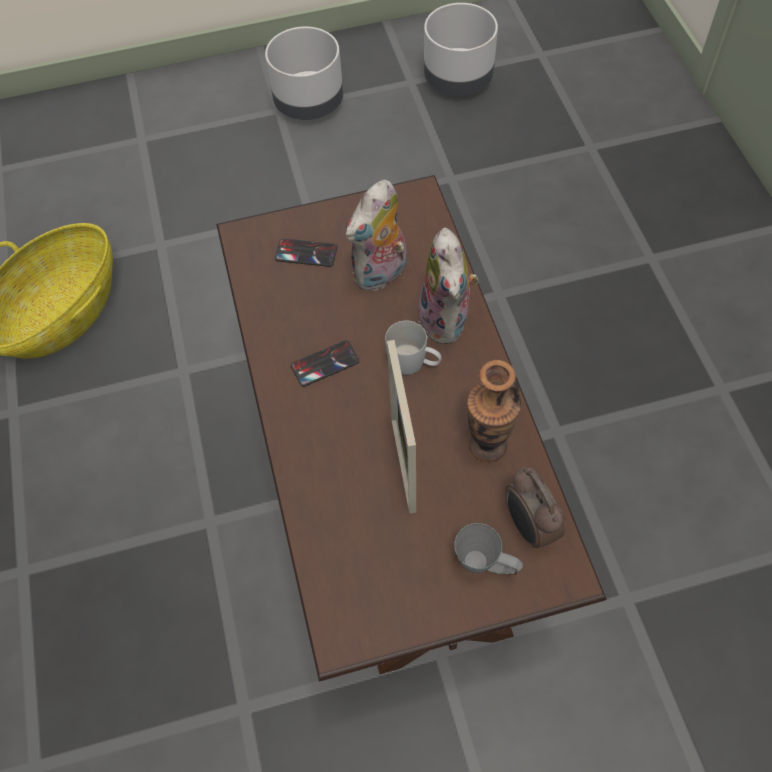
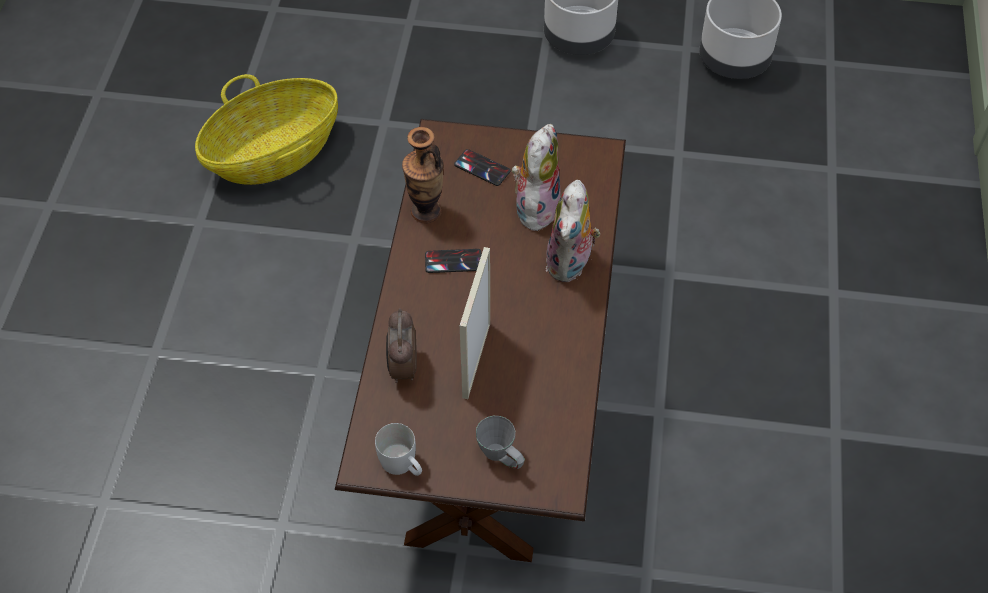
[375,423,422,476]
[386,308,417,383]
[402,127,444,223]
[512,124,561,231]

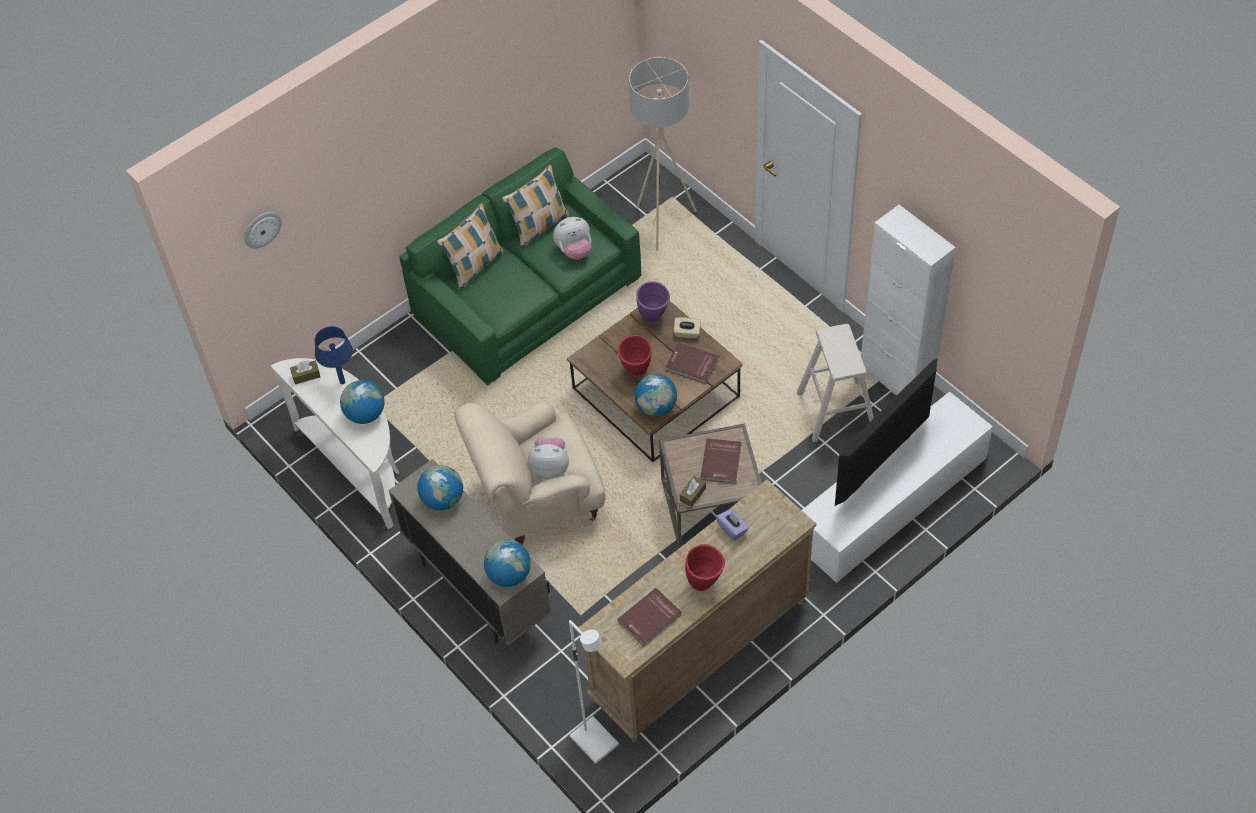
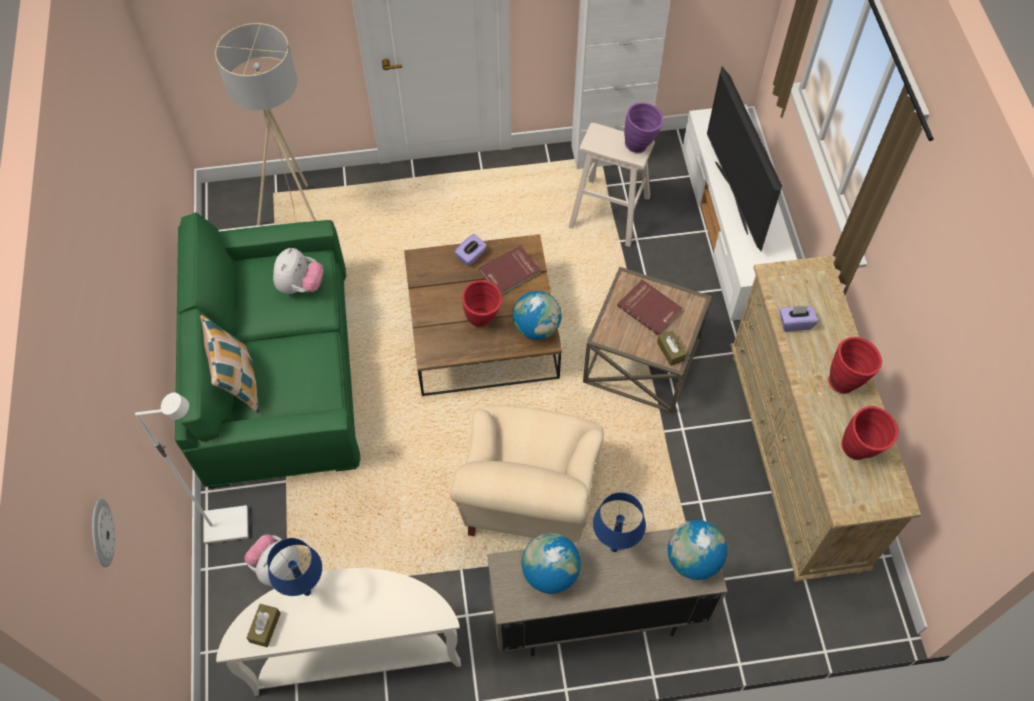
[135,392,248,544]
[244,534,299,586]
[455,234,487,266]
[593,492,646,552]
[624,102,664,153]
[841,406,899,460]
[340,380,384,424] (first image)
[502,165,569,249] (first image)

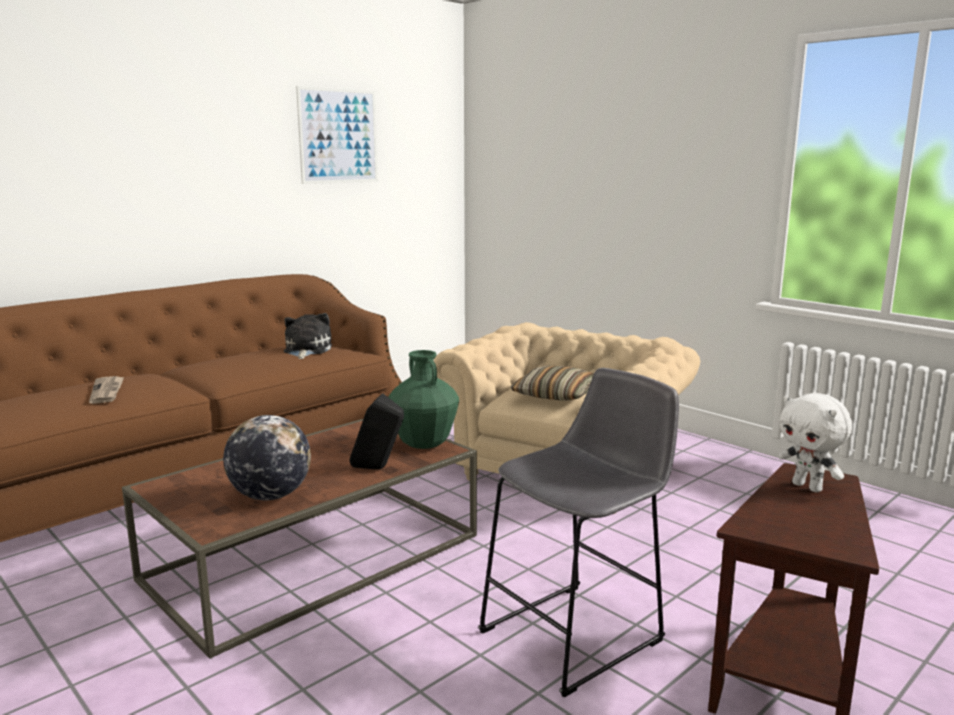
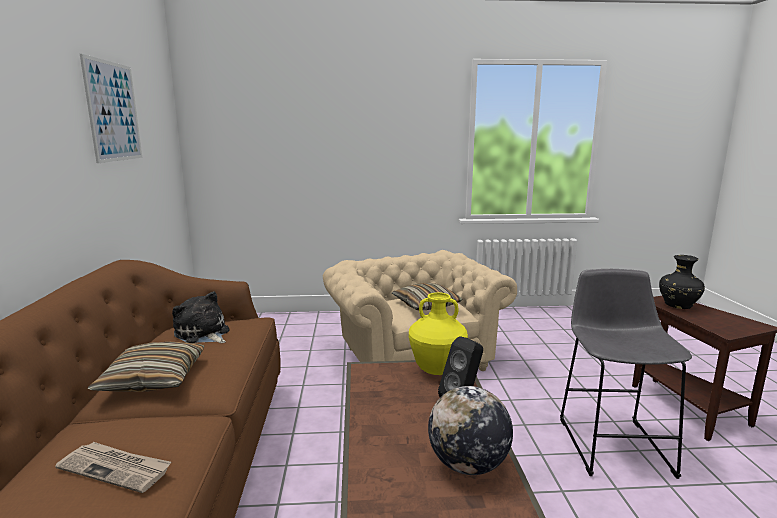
[88,341,204,392]
[409,292,468,375]
[659,255,705,309]

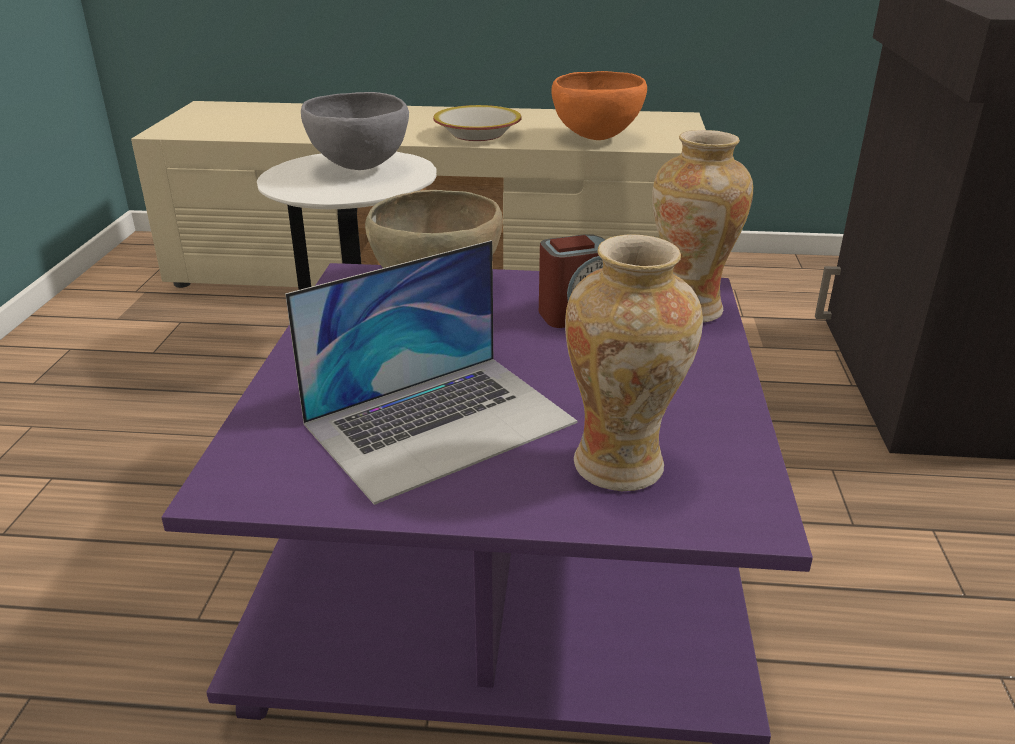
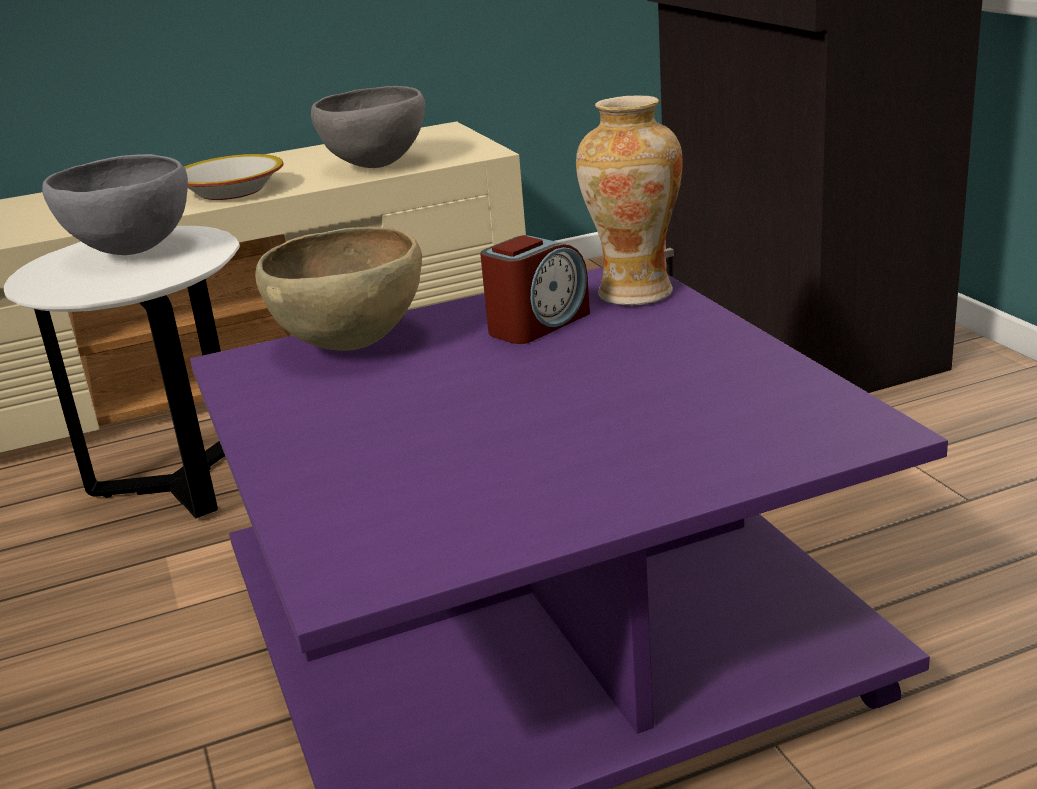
[311,86,425,168]
[285,240,577,505] (first image)
[565,235,703,491] (first image)

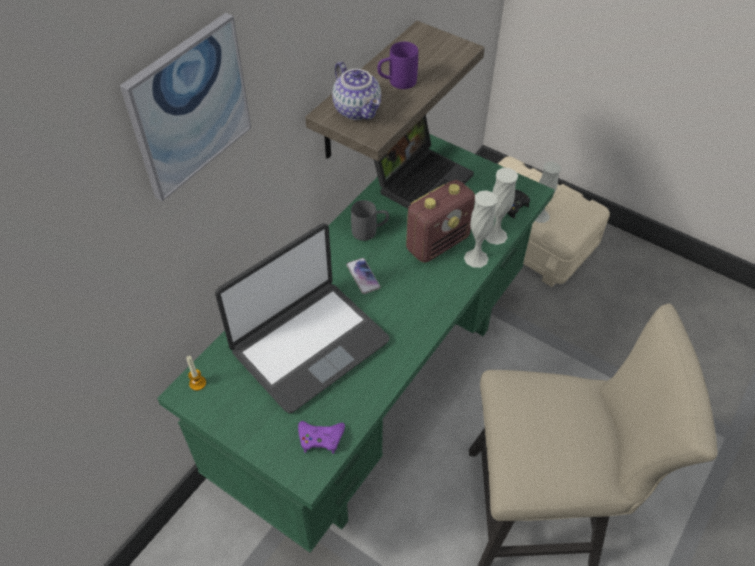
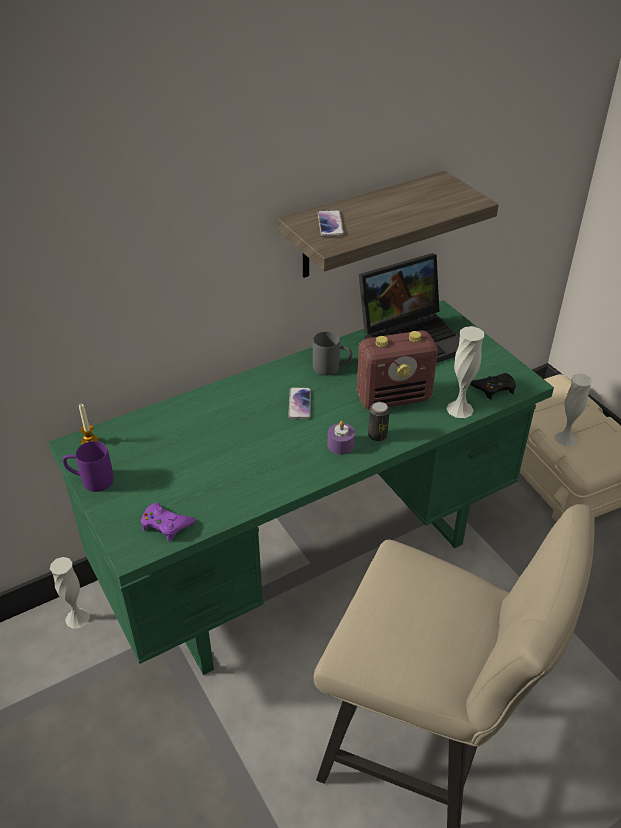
[50,557,90,629]
[63,441,114,492]
[318,210,344,236]
[328,421,355,455]
[368,402,390,441]
[120,13,251,201] (first image)
[215,223,390,414] (first image)

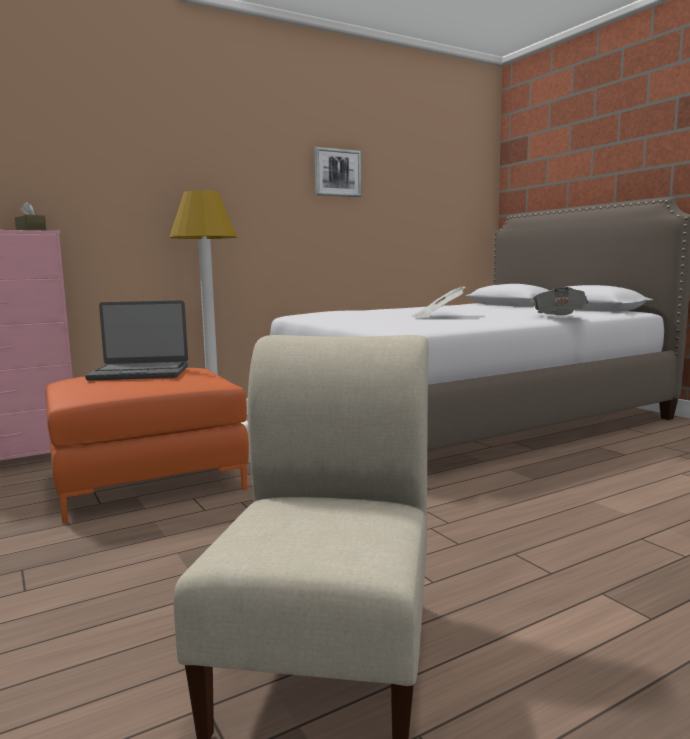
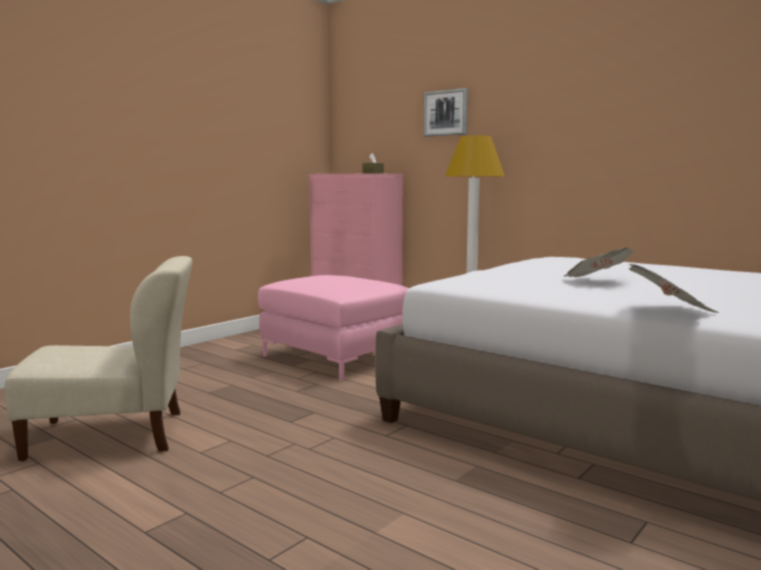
[258,275,409,381]
[423,88,468,137]
[85,300,188,381] (first image)

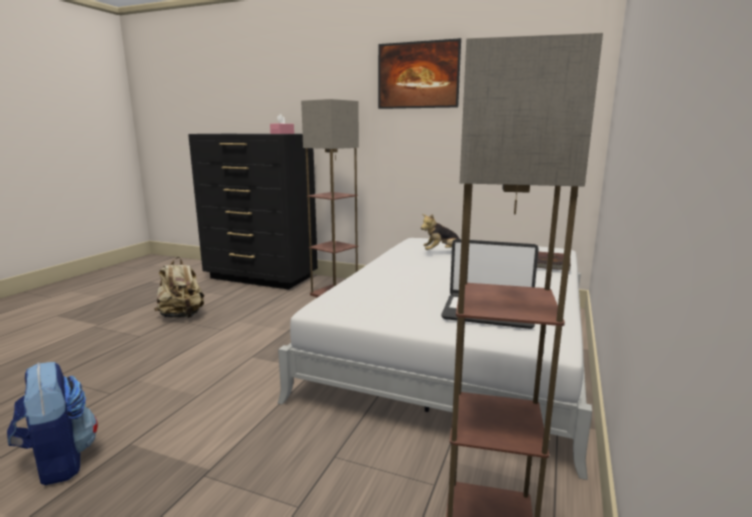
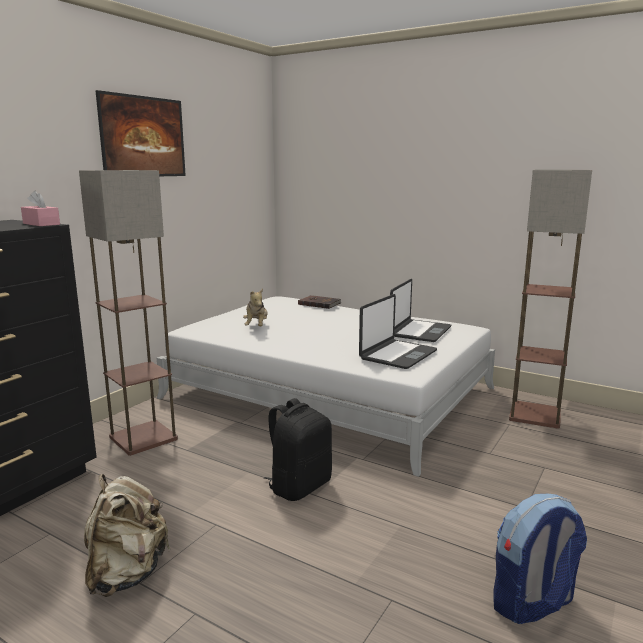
[264,398,332,501]
[359,294,437,369]

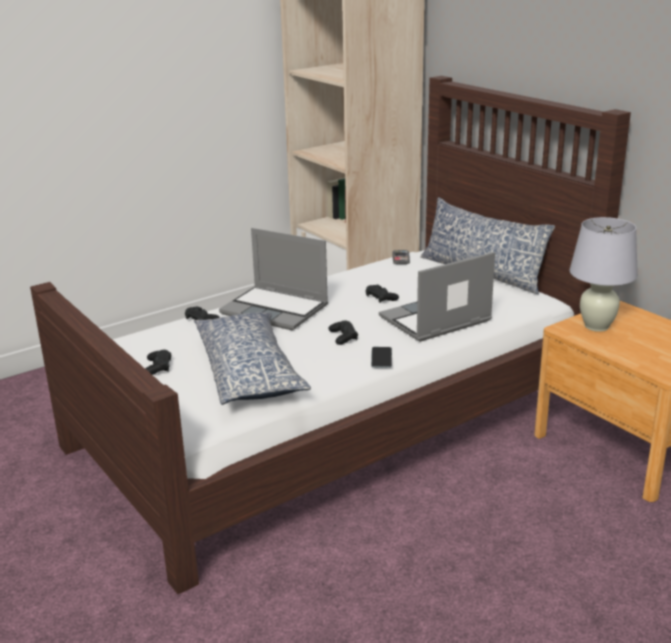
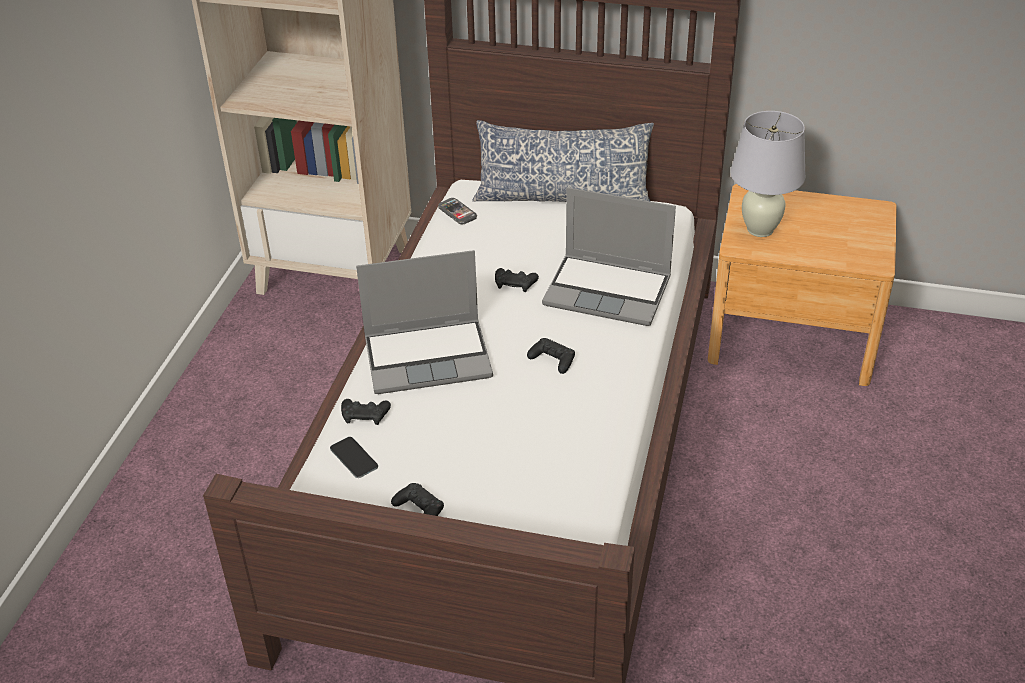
[330,437,378,478]
[542,187,676,326]
[194,312,311,405] (first image)

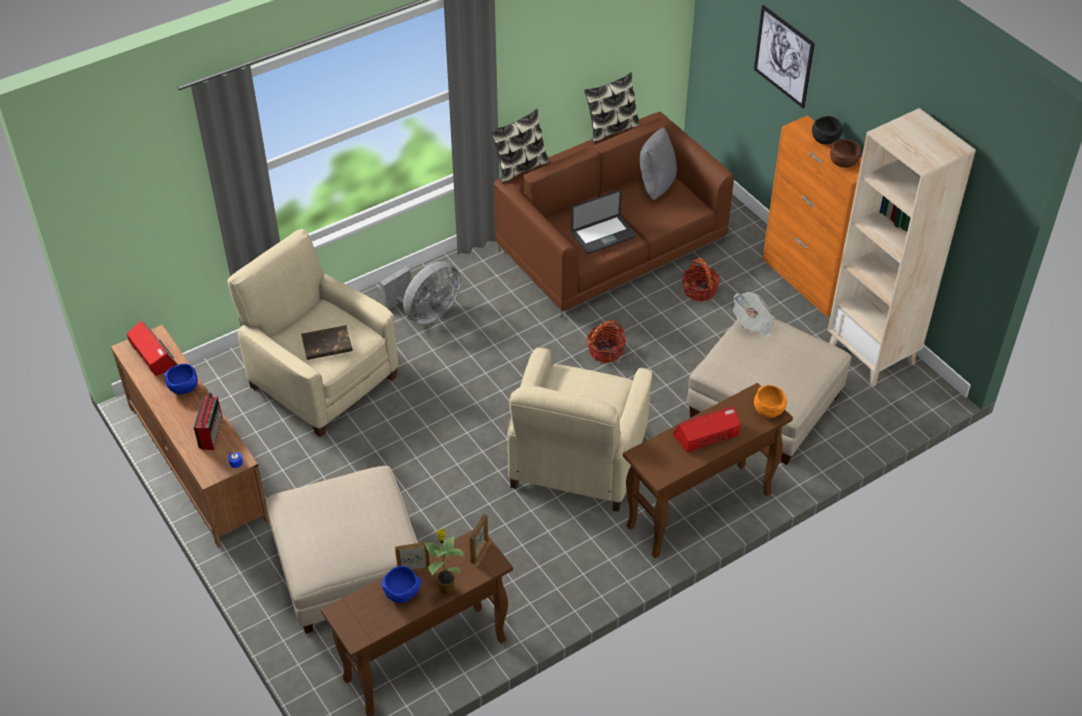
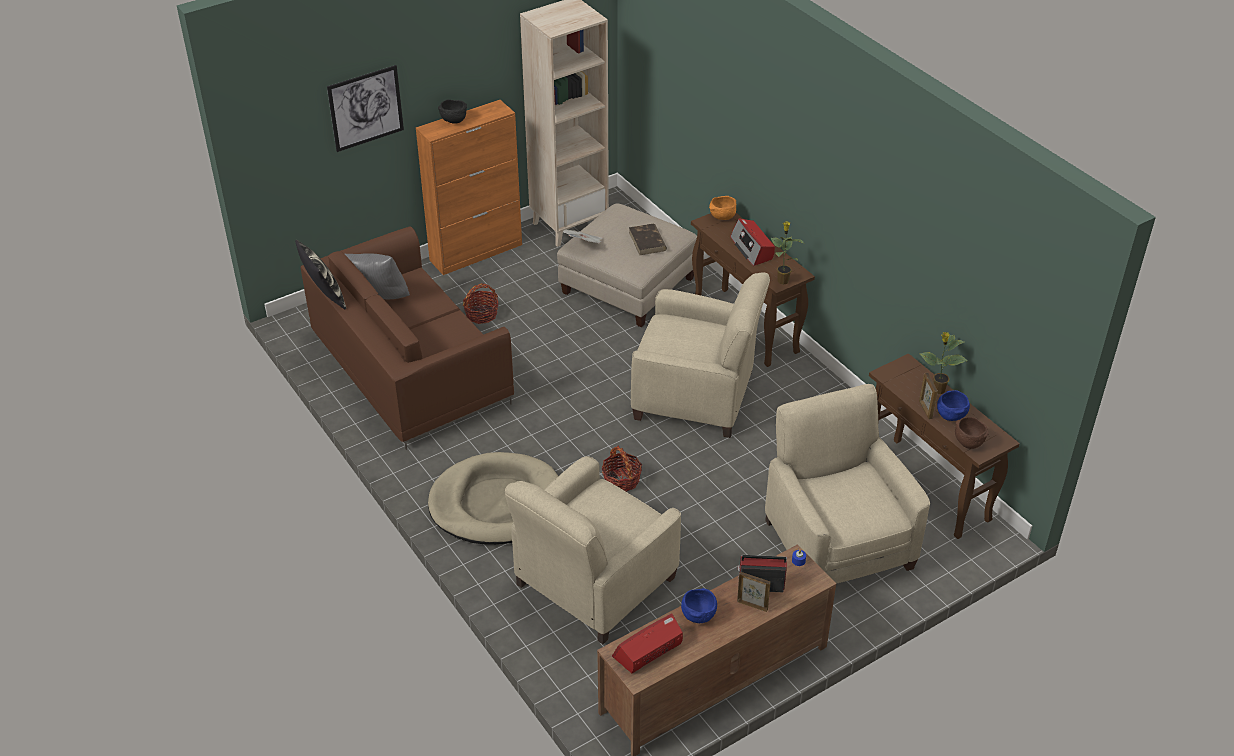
[428,452,558,545]
[601,445,642,492]
[629,224,667,255]
[737,572,771,612]
[765,384,930,584]
[771,222,803,285]
[955,417,989,449]
[491,109,549,184] (first image)
[571,190,636,254] (first image)

